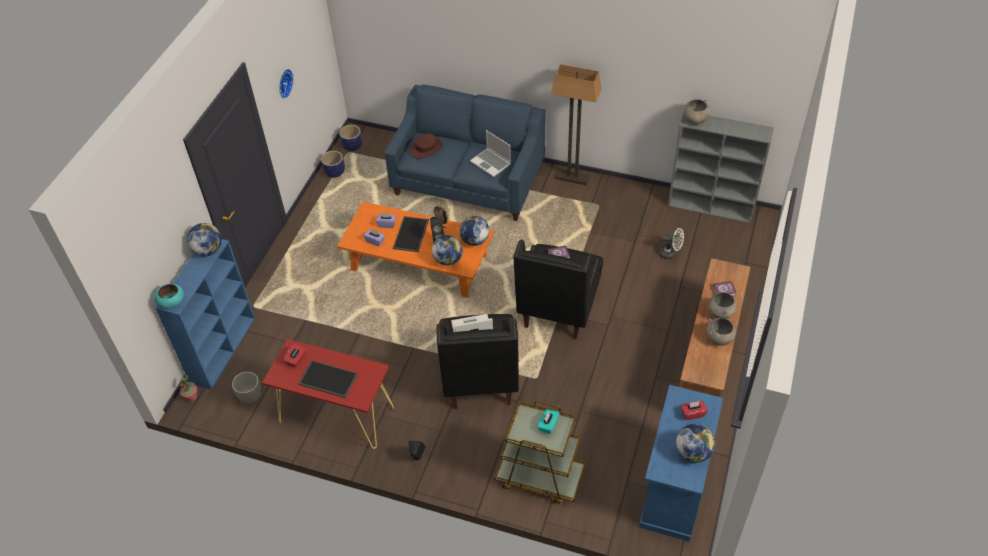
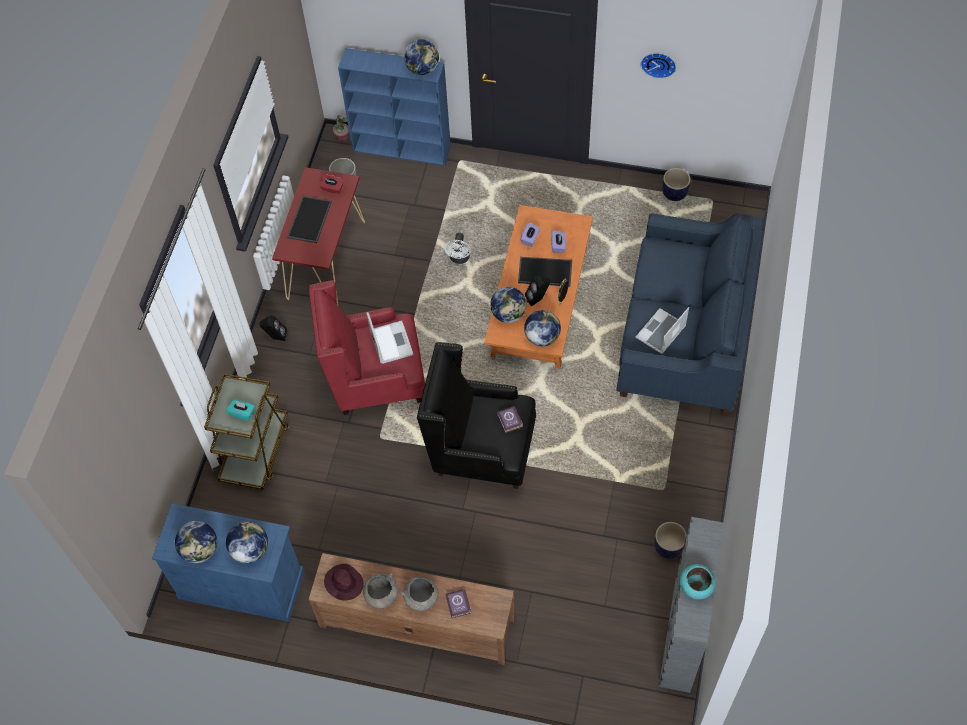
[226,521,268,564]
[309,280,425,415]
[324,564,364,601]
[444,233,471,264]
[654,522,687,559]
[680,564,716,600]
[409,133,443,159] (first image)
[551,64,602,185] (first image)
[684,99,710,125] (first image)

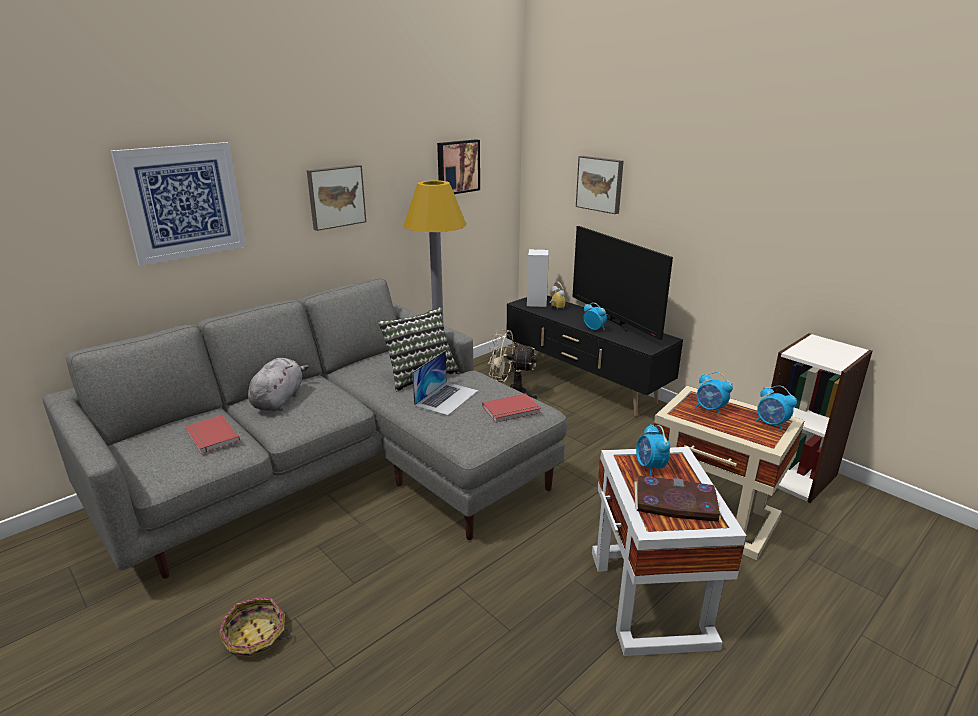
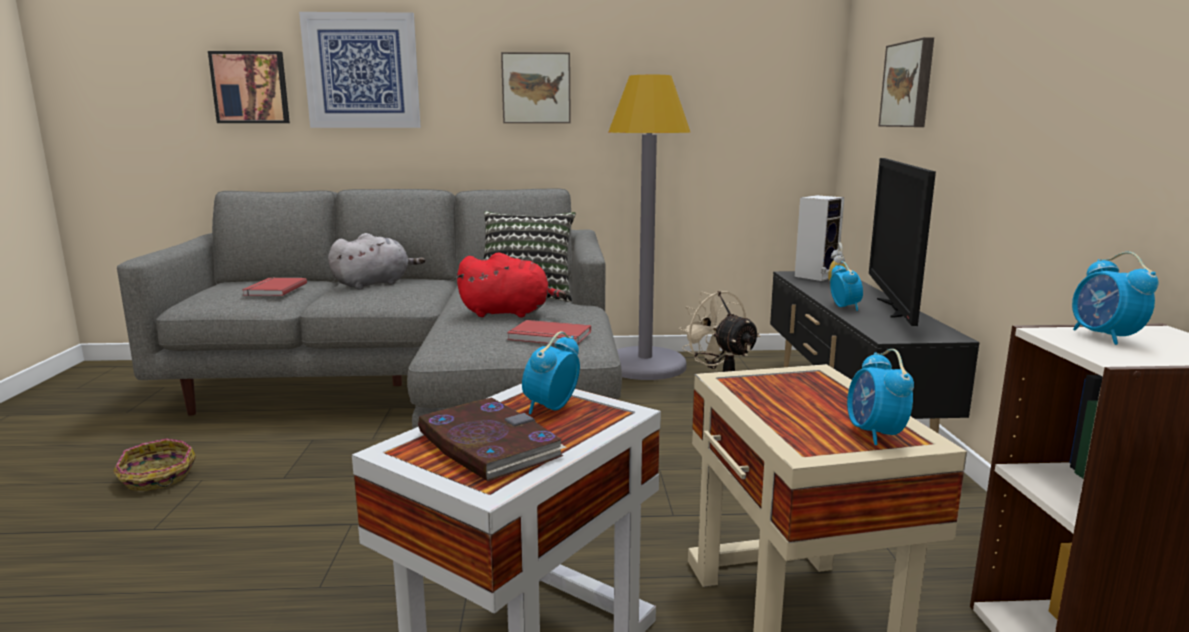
[208,51,290,123]
[455,252,566,317]
[1072,252,1158,345]

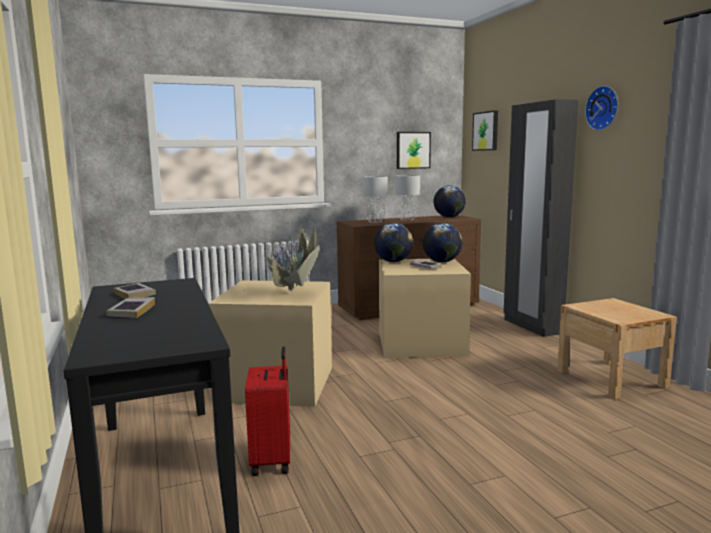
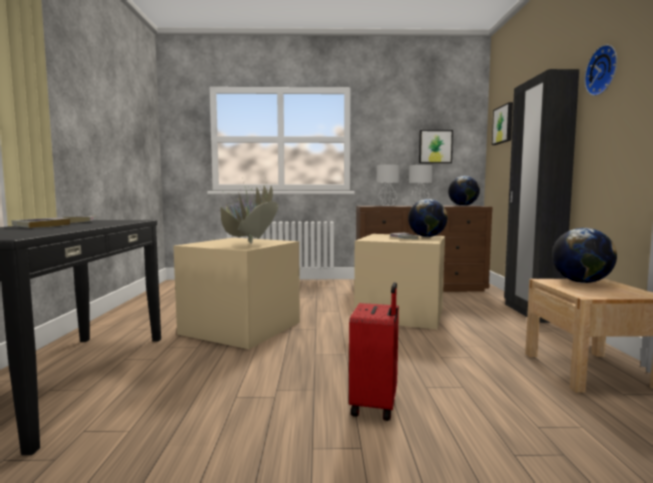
[349,282,399,421]
[552,228,617,283]

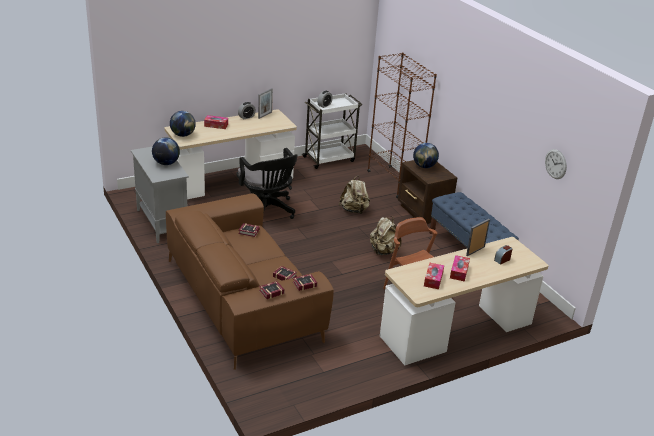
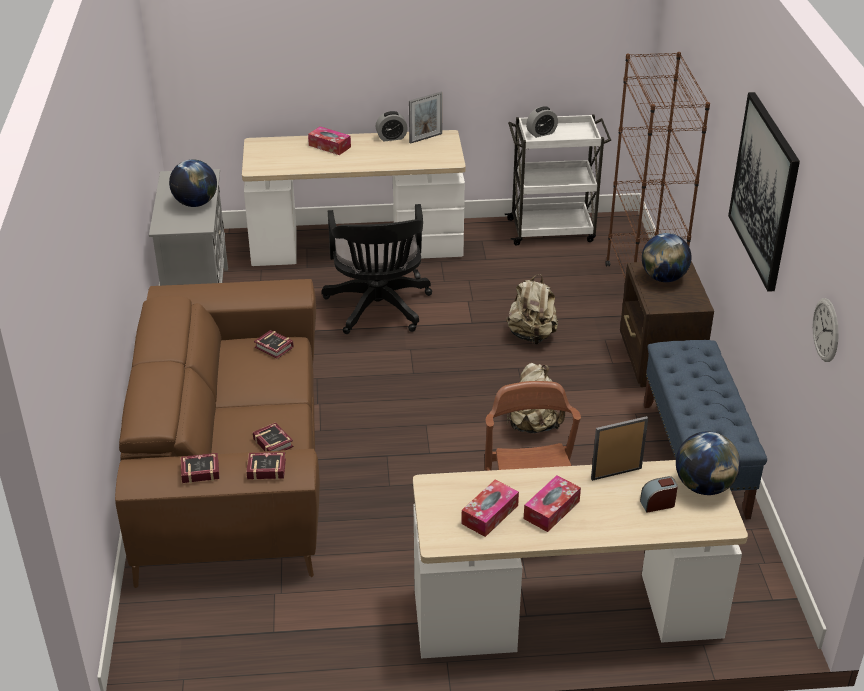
[676,431,740,495]
[728,92,800,292]

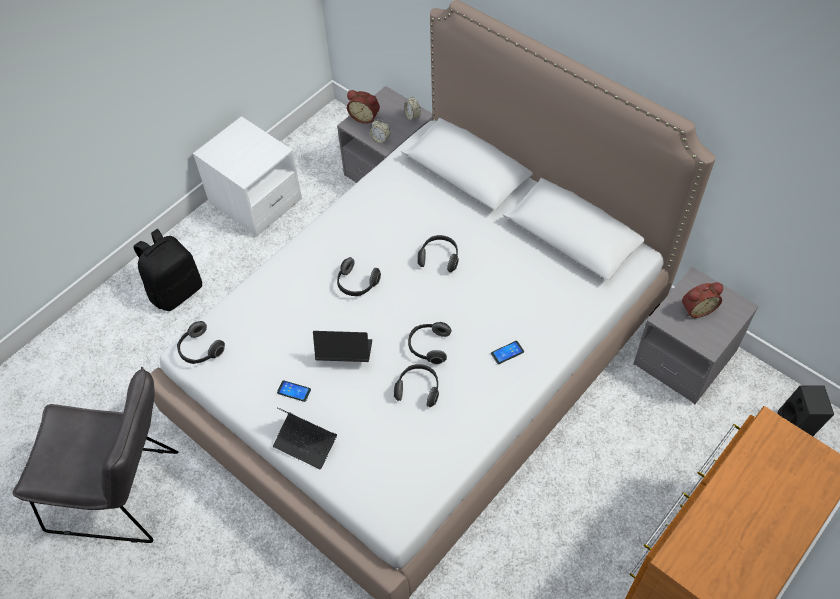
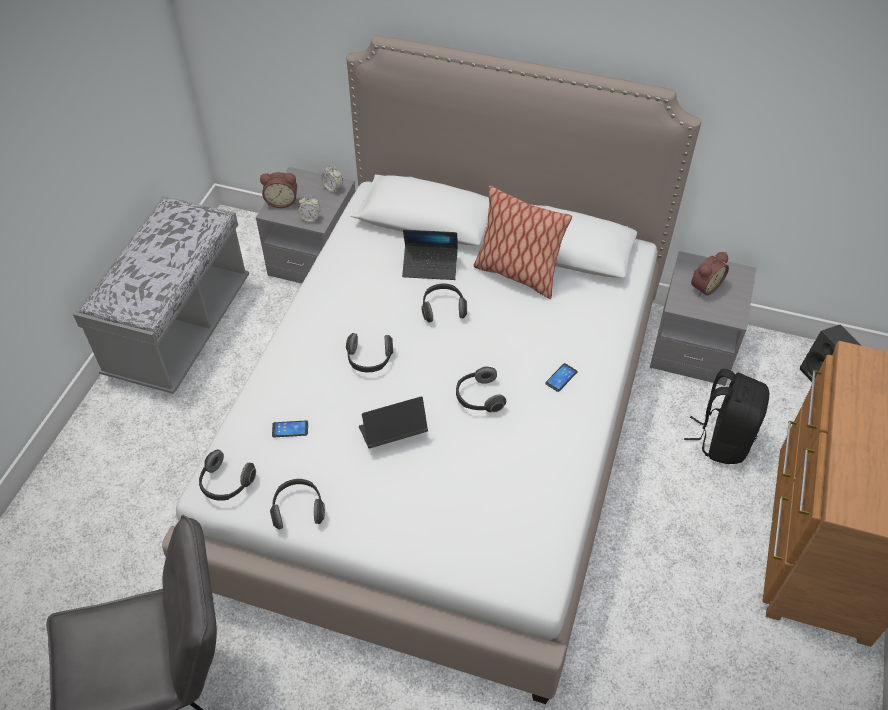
[73,196,249,394]
[270,479,325,530]
[272,420,308,437]
[402,230,458,280]
[474,186,572,299]
[684,369,769,464]

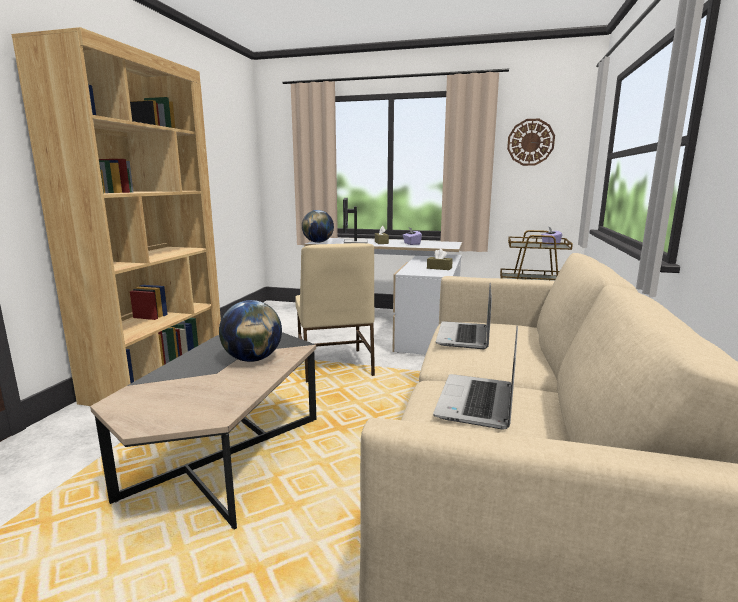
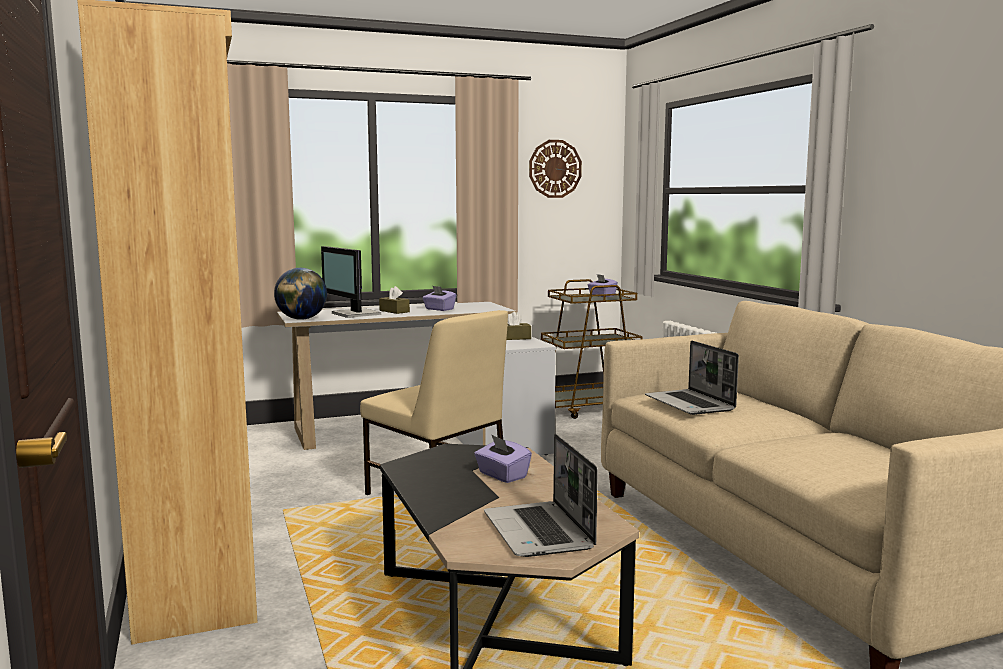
[474,434,532,483]
[484,434,598,557]

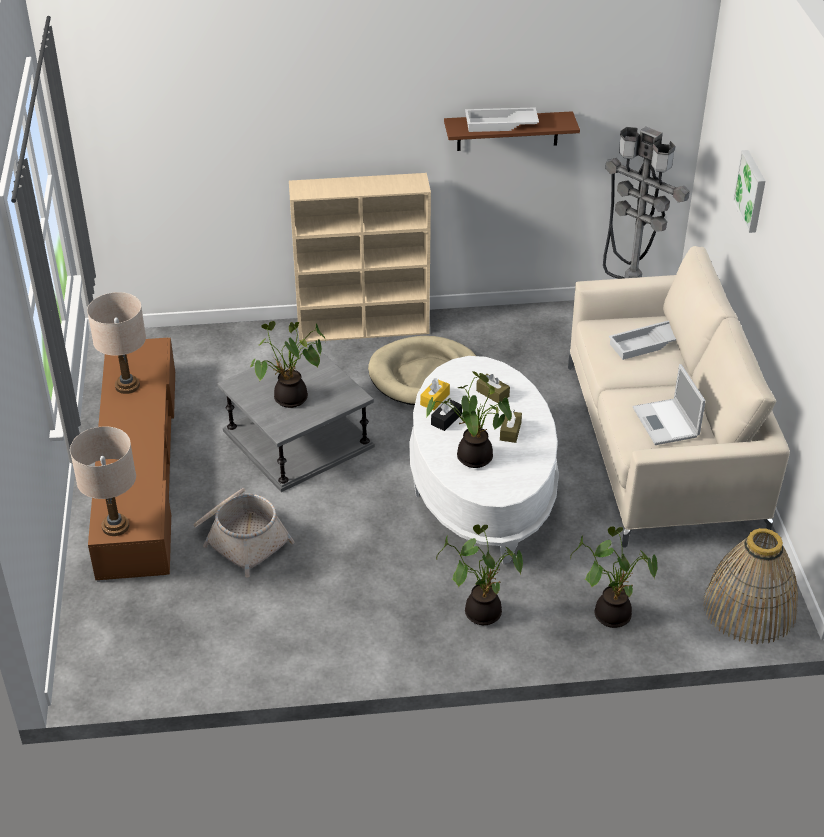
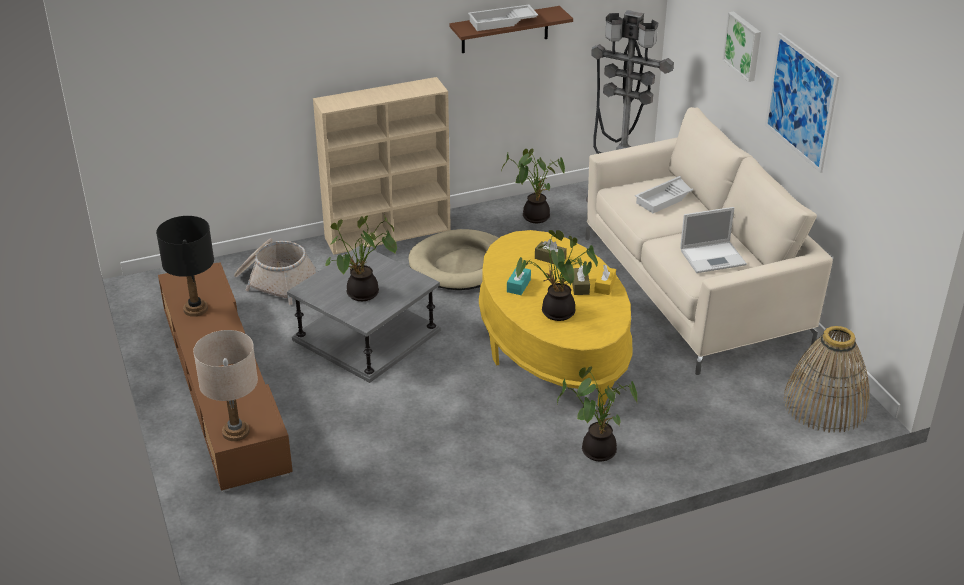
[156,216,214,317]
[234,238,318,305]
[479,230,633,407]
[502,149,565,223]
[507,268,531,295]
[594,265,616,295]
[680,207,747,273]
[765,33,839,173]

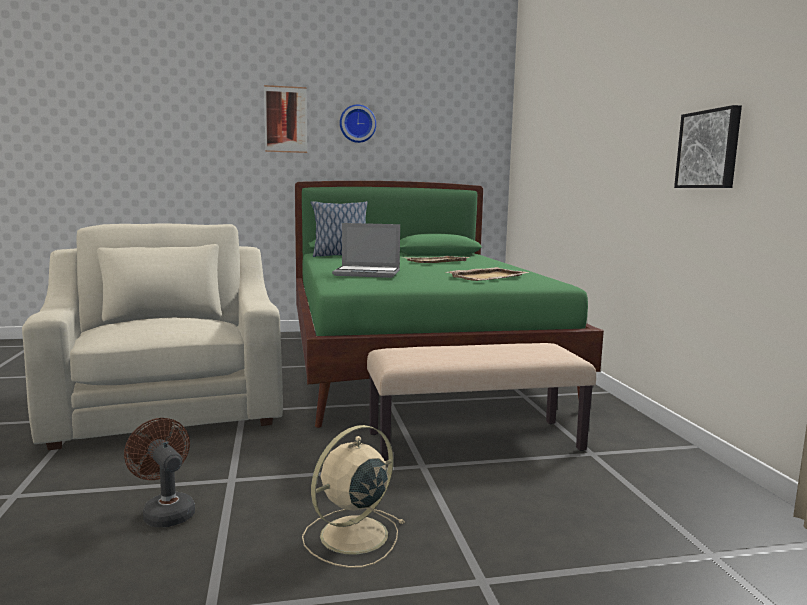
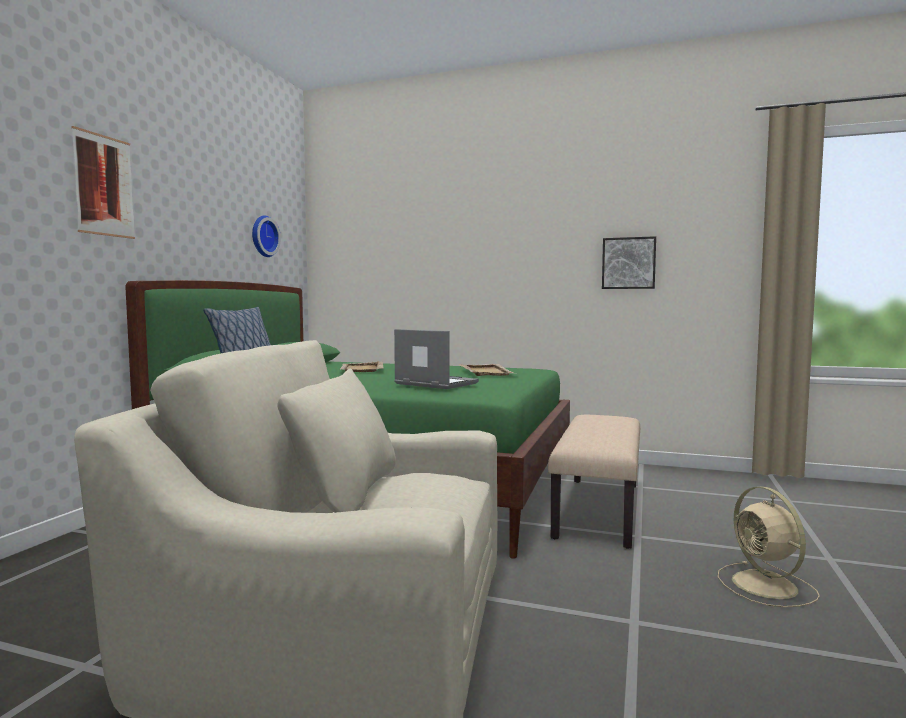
[252,215,281,257]
[394,329,479,389]
[124,418,195,527] (first image)

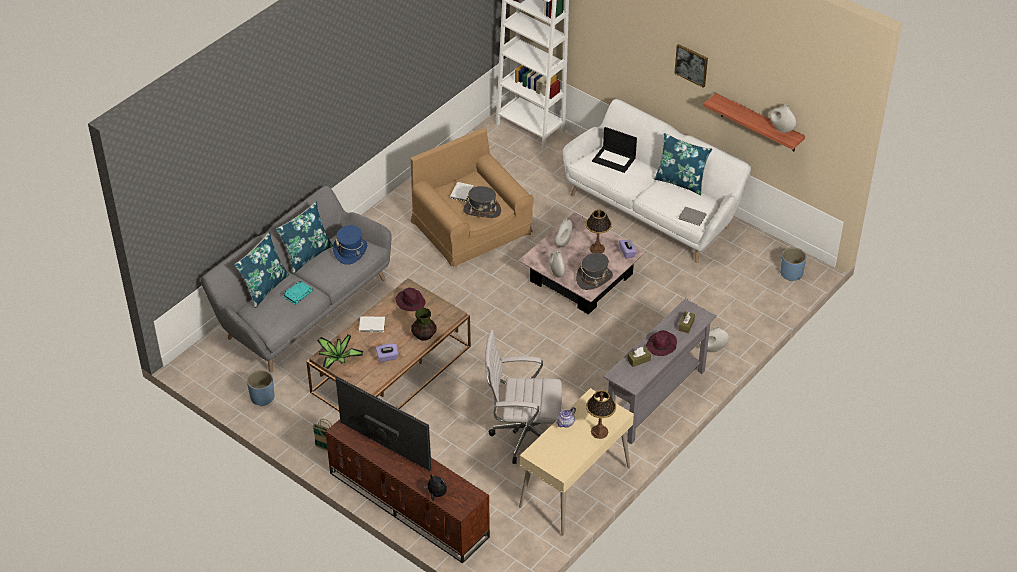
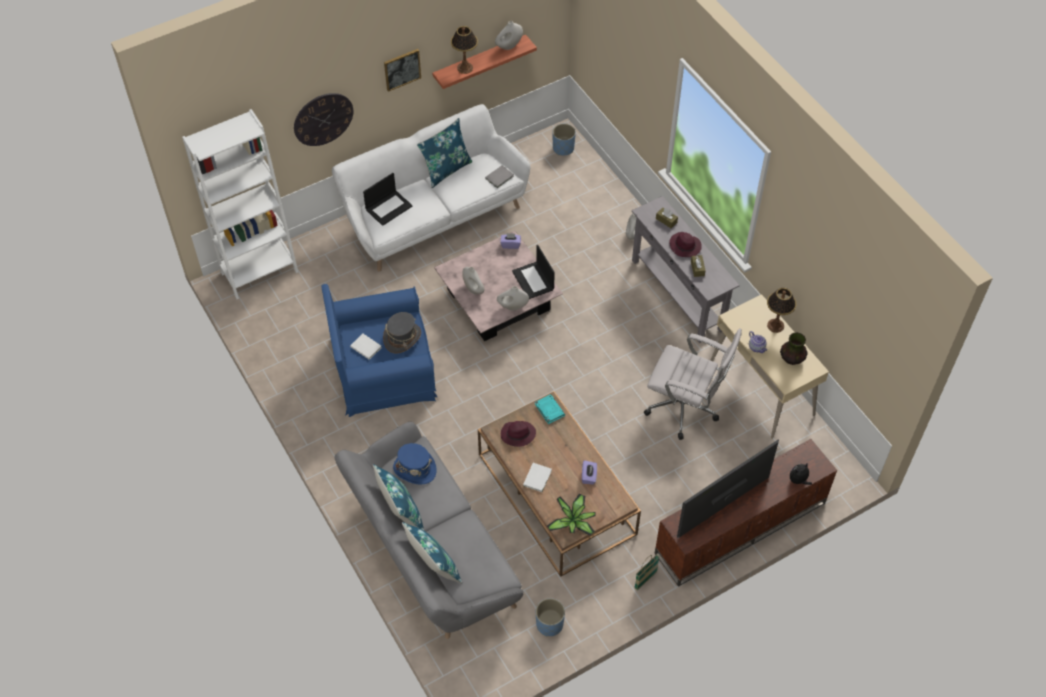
[294,93,353,146]
[321,284,437,417]
[451,26,478,74]
[512,245,555,299]
[535,394,565,424]
[644,328,742,440]
[780,332,808,365]

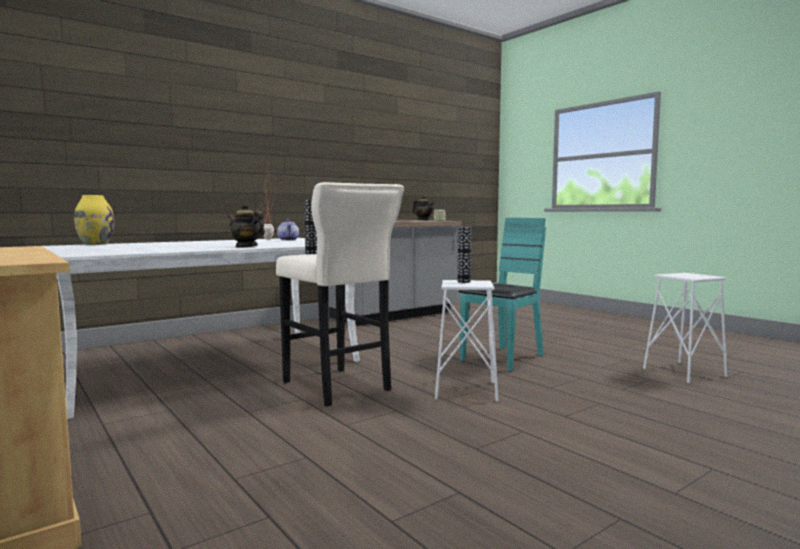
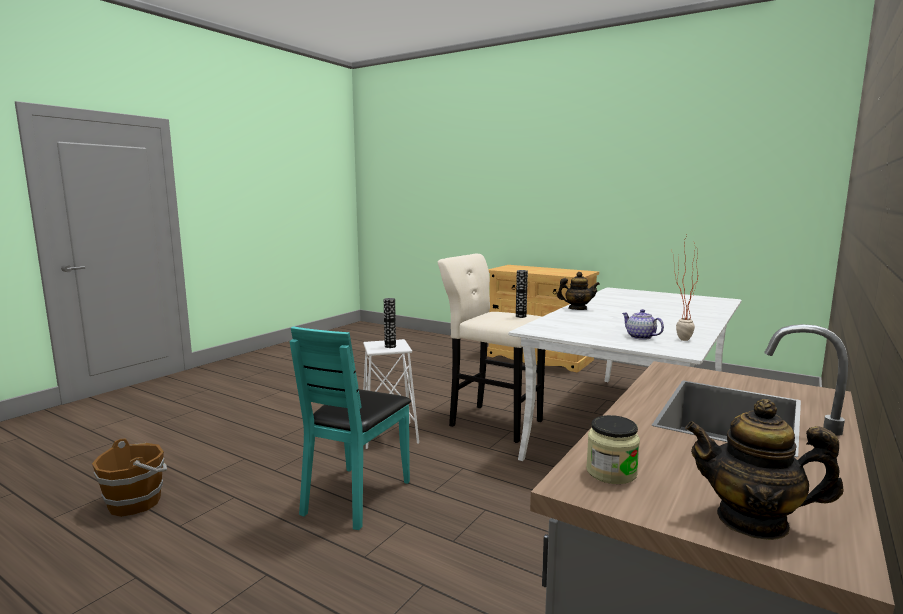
[92,438,167,517]
[74,195,114,245] (first image)

